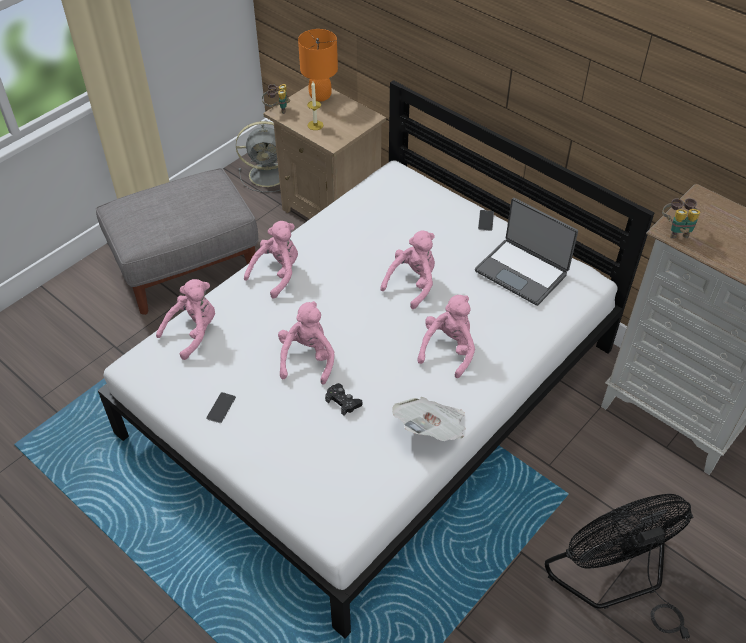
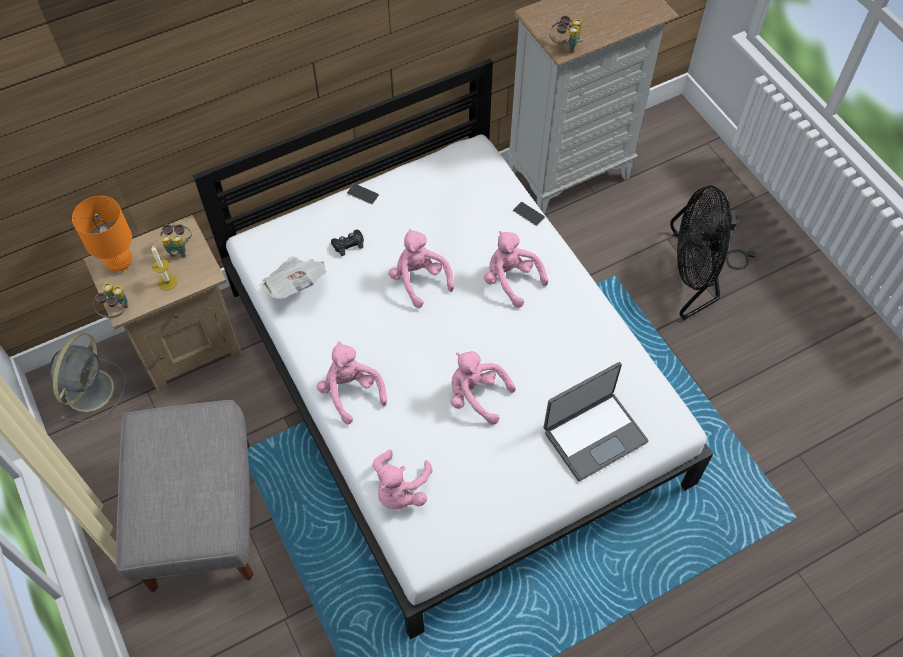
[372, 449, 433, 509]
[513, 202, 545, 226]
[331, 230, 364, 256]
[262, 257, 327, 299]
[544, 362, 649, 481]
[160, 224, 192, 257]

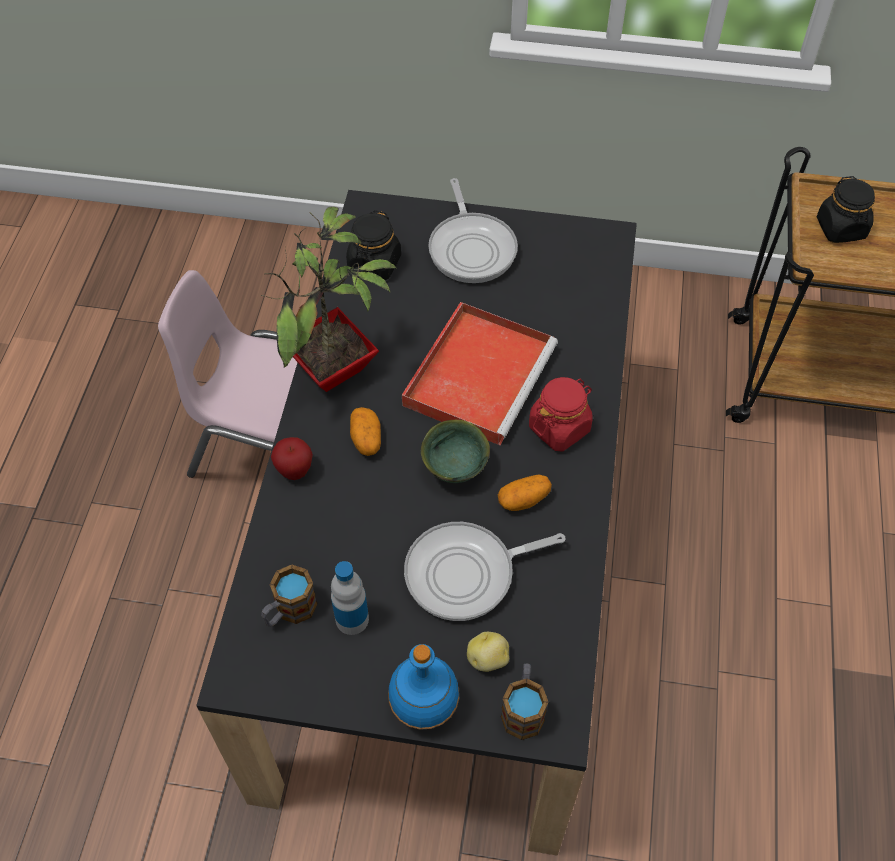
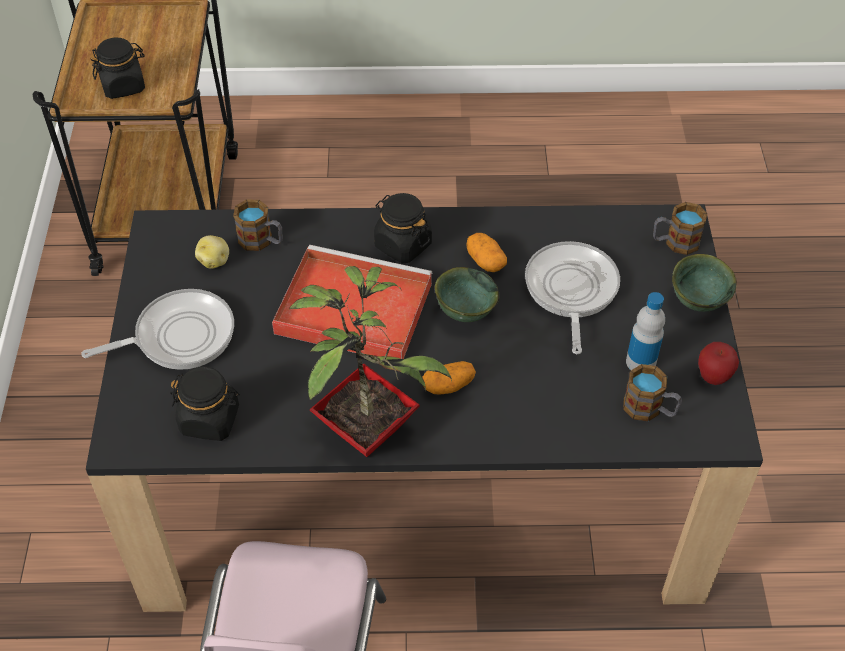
[698, 342, 739, 385]
[672, 254, 737, 312]
[525, 241, 620, 354]
[195, 235, 229, 269]
[374, 193, 432, 263]
[233, 199, 283, 251]

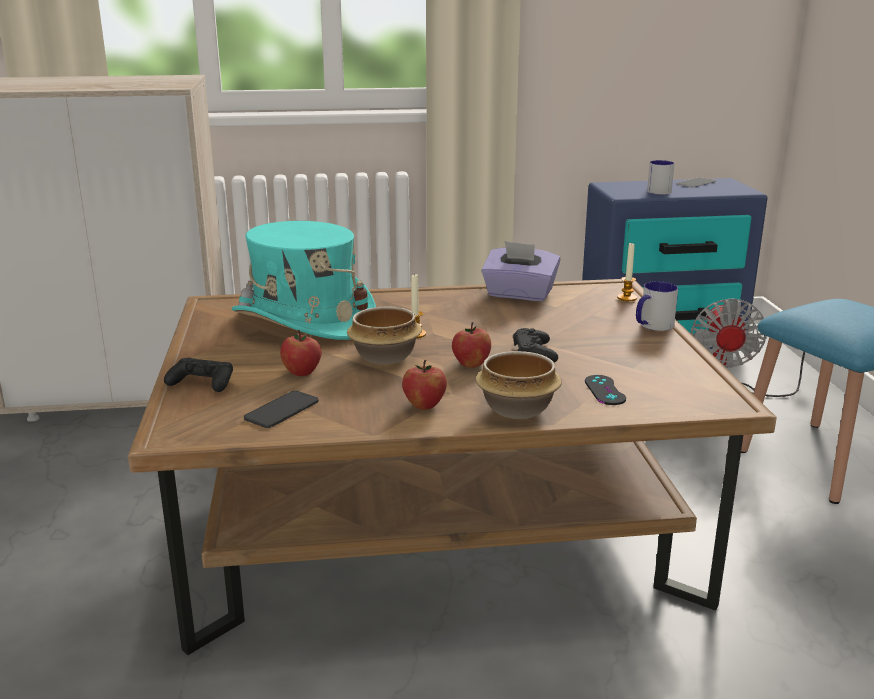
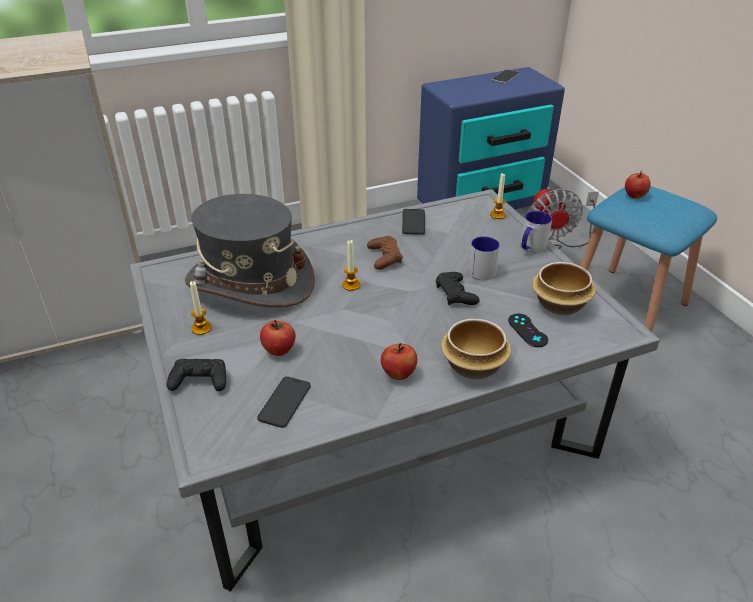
[130, 189, 660, 592]
[185, 194, 315, 307]
[532, 262, 596, 315]
[625, 170, 651, 199]
[402, 209, 425, 235]
[468, 236, 500, 280]
[190, 281, 212, 335]
[367, 236, 403, 270]

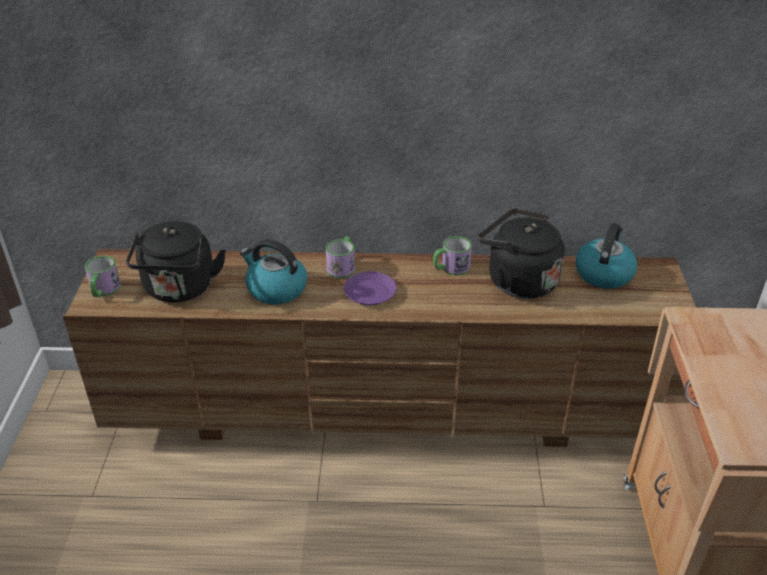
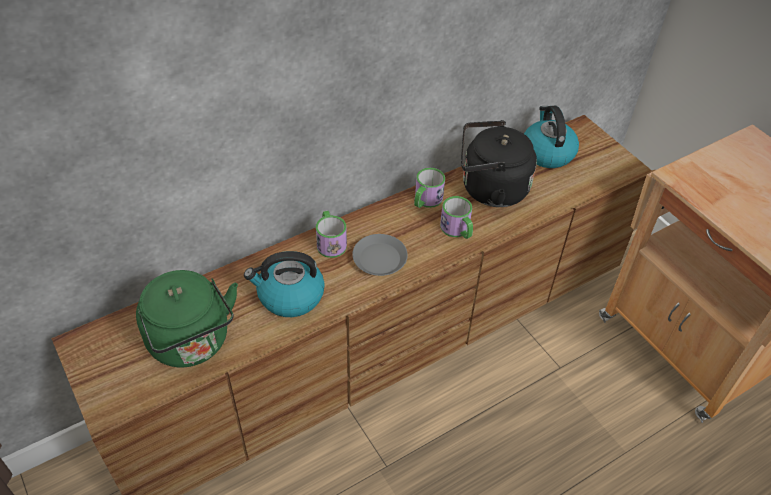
[440, 196, 473, 239]
[136, 270, 238, 368]
[352, 234, 408, 276]

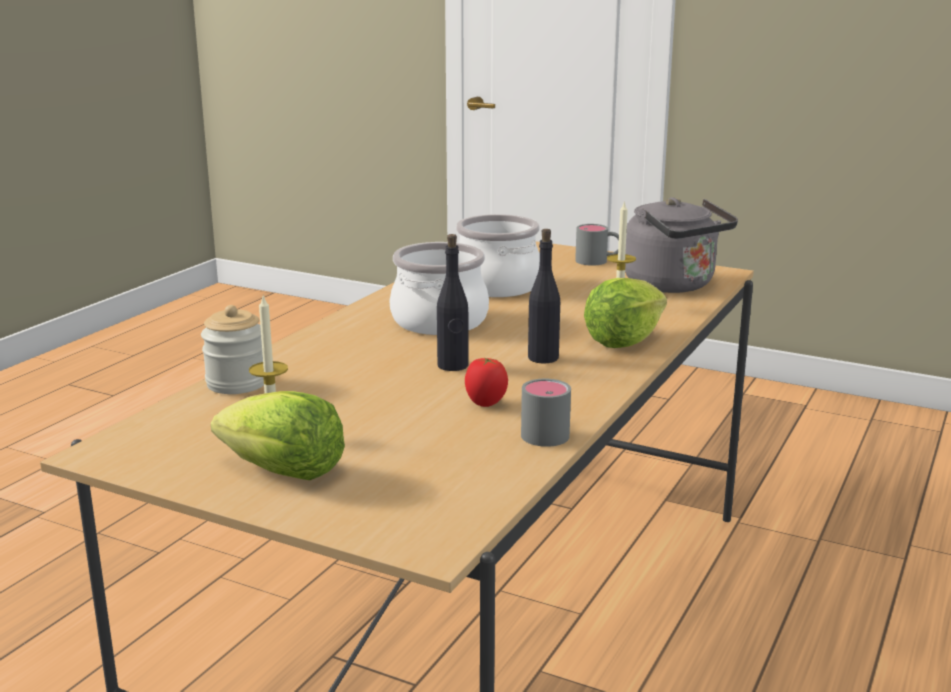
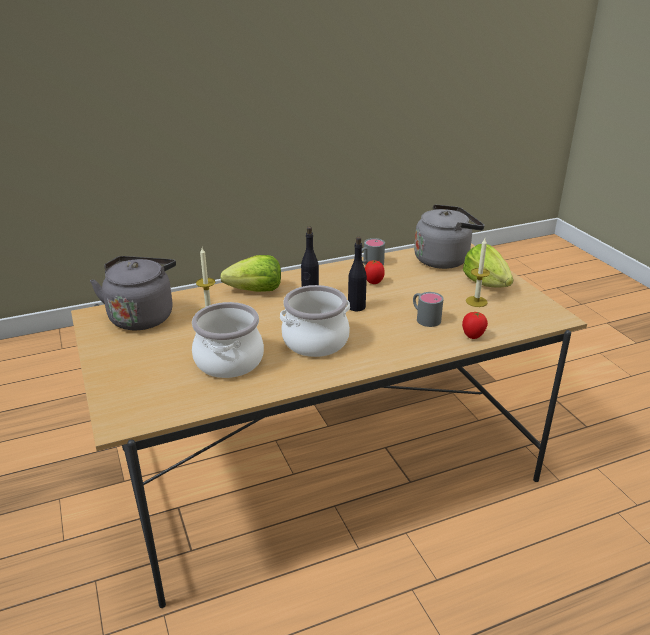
[462, 312, 488, 339]
[413, 292, 444, 327]
[414, 204, 485, 269]

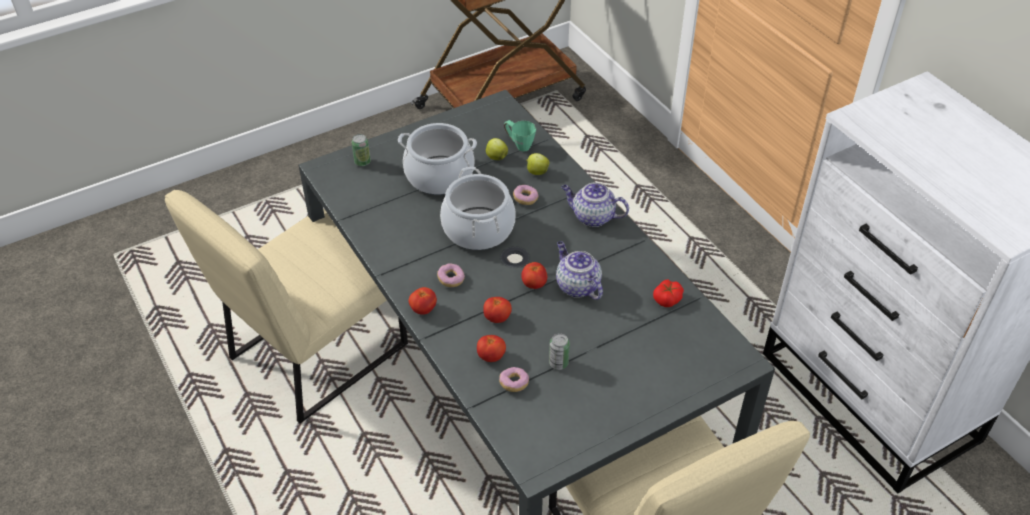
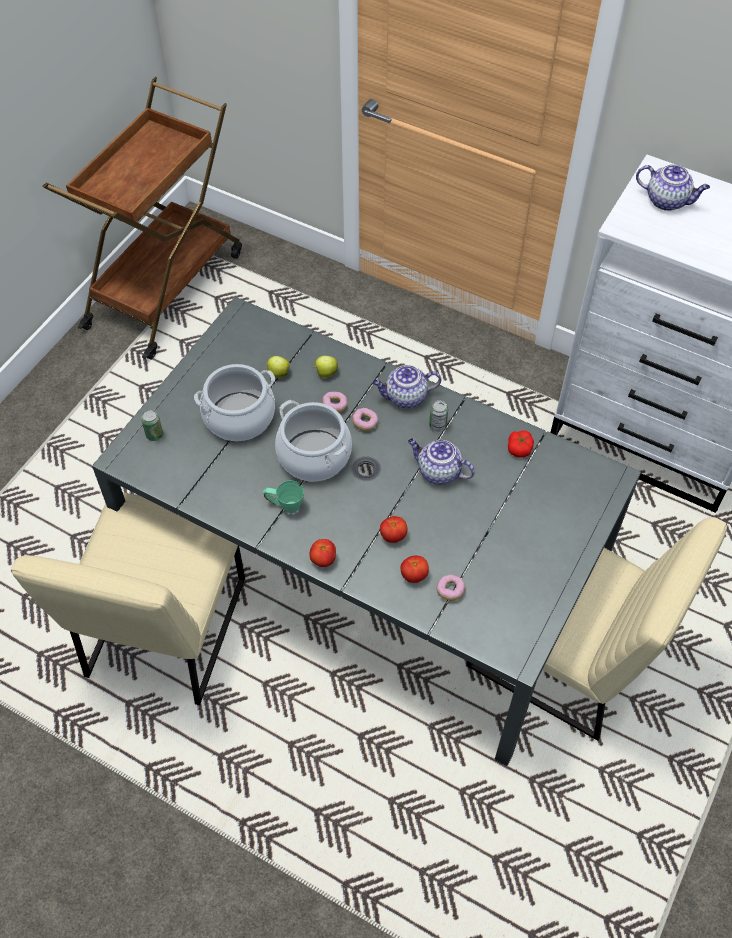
[352, 408, 378, 431]
[263, 481, 304, 513]
[521, 262, 547, 289] (first image)
[429, 400, 448, 432]
[636, 164, 710, 211]

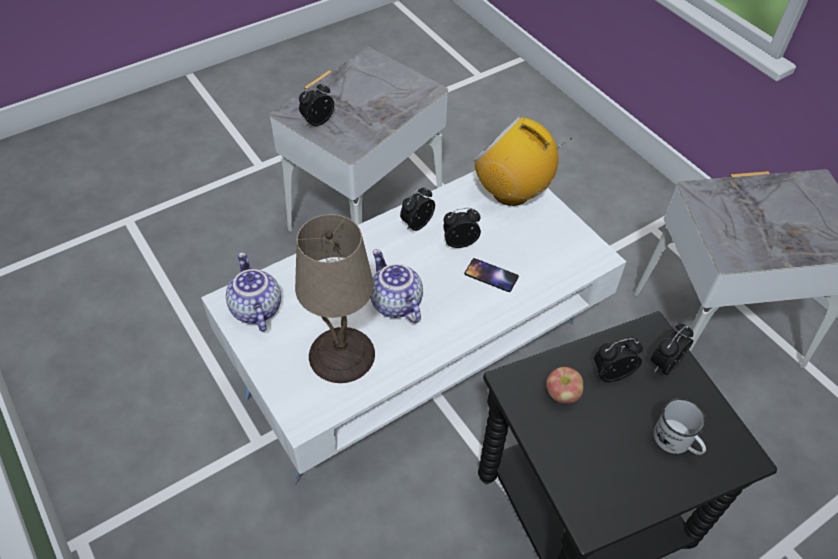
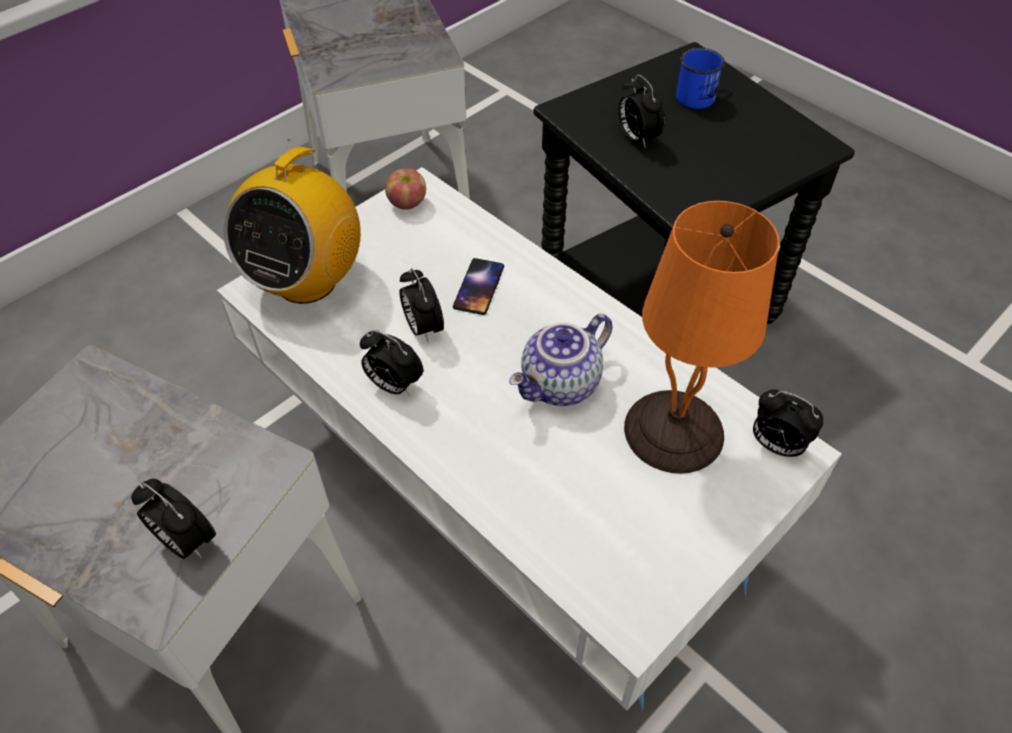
[226, 252, 281, 332] (first image)
[624, 201, 780, 474]
[385, 169, 426, 209]
[753, 390, 824, 458]
[676, 48, 725, 109]

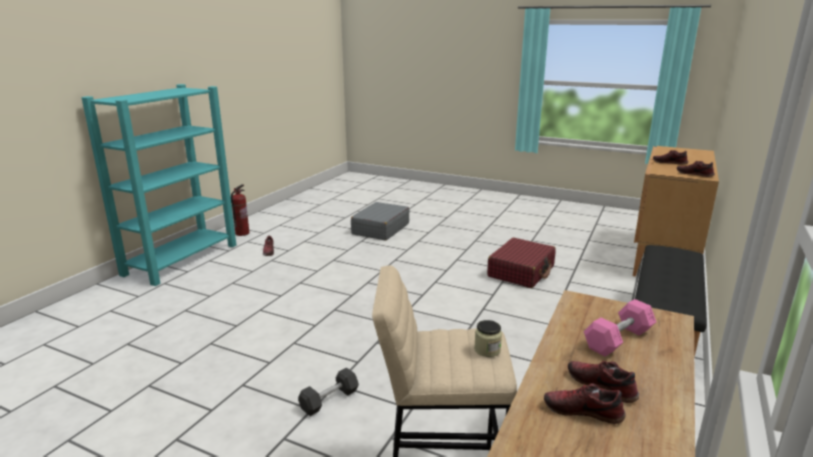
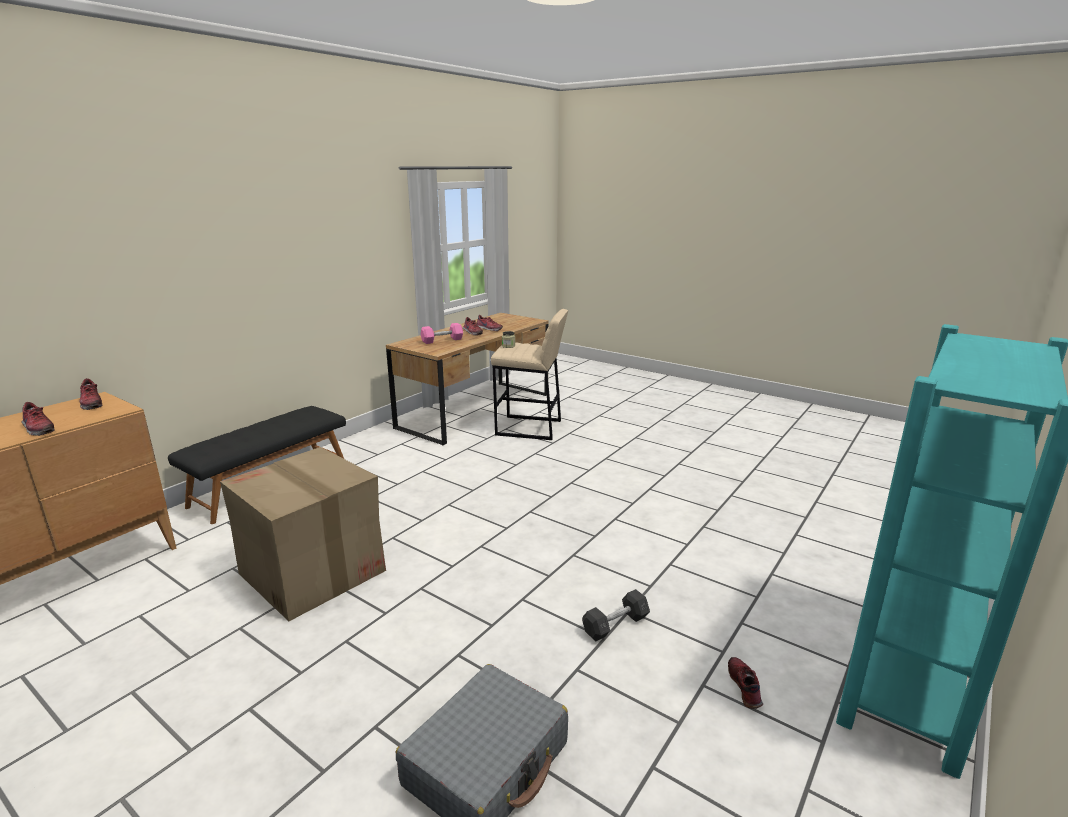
[231, 184, 249, 236] (first image)
[582, 589, 650, 641]
[220, 447, 386, 621]

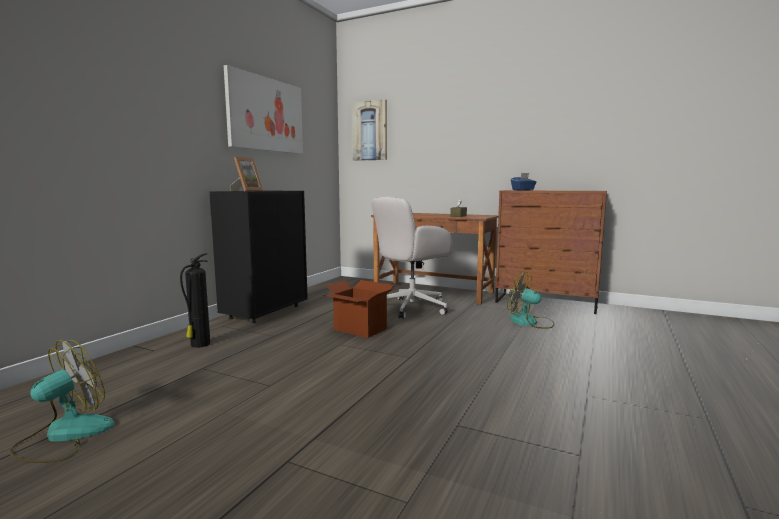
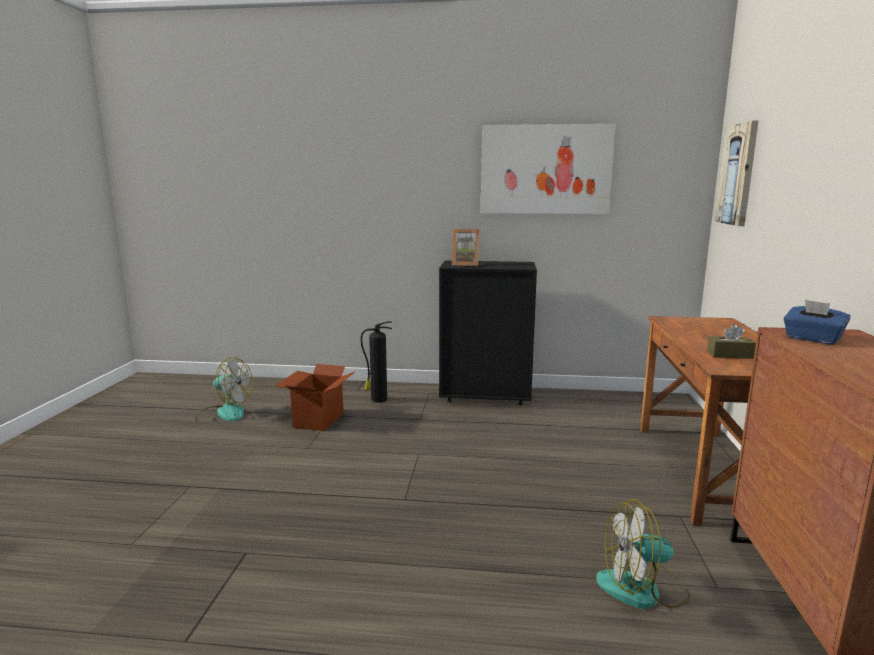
[275, 364, 355, 431]
[371, 196, 453, 319] (first image)
[596, 499, 691, 609]

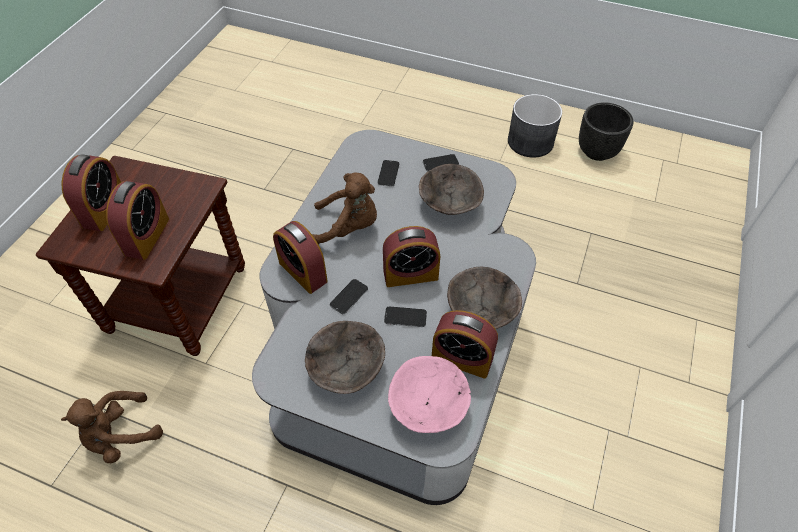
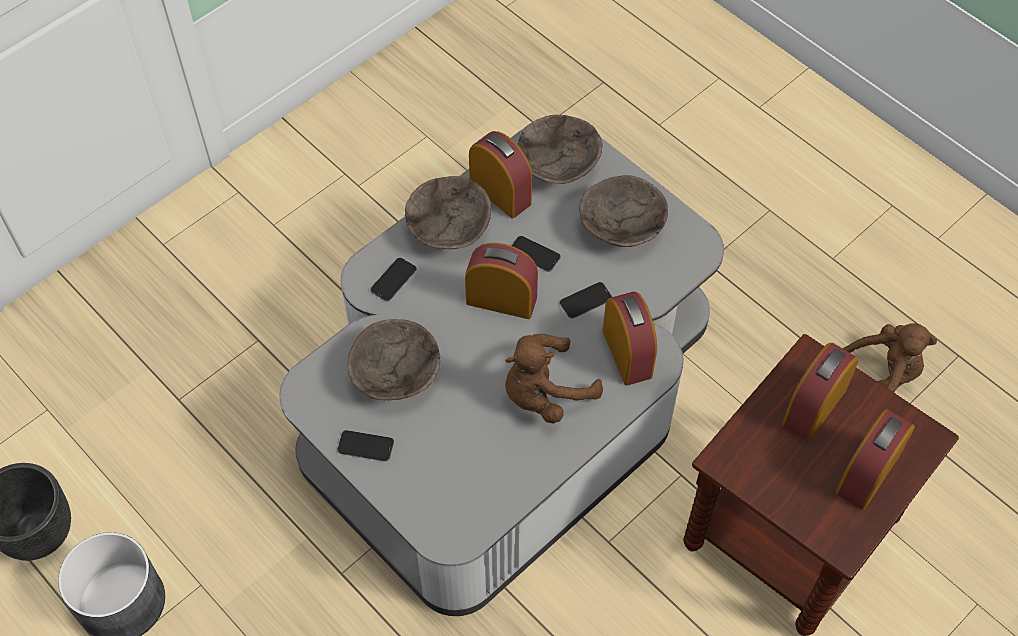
[505, 334, 603, 424]
[370, 258, 417, 302]
[518, 115, 603, 184]

